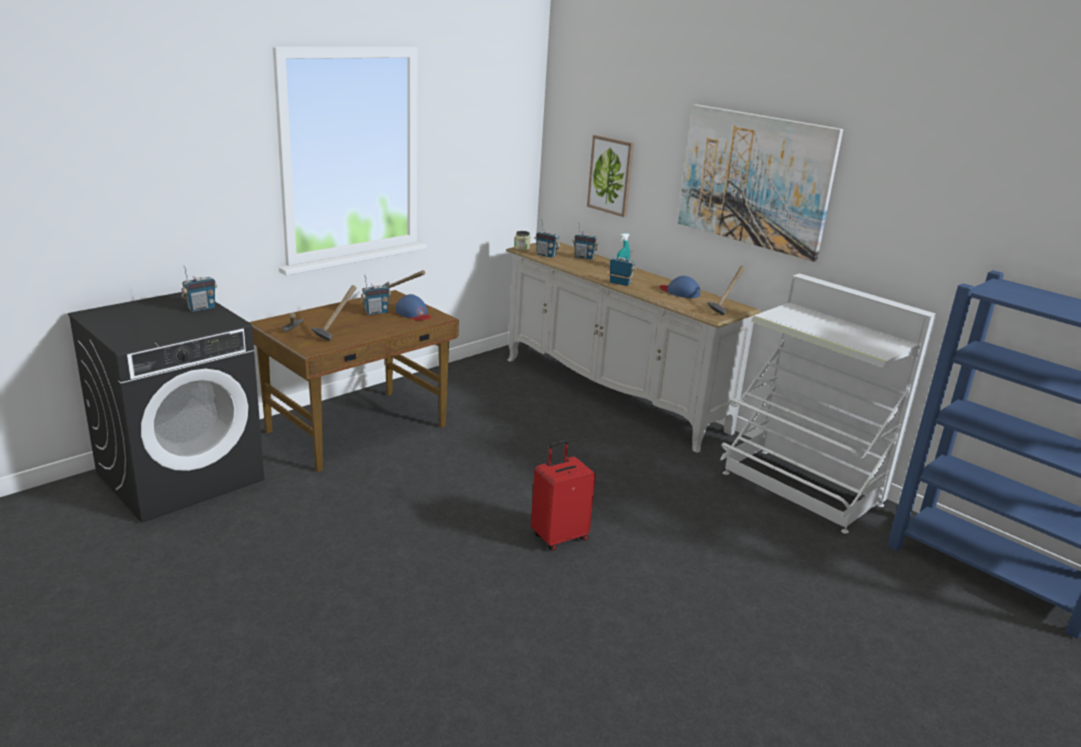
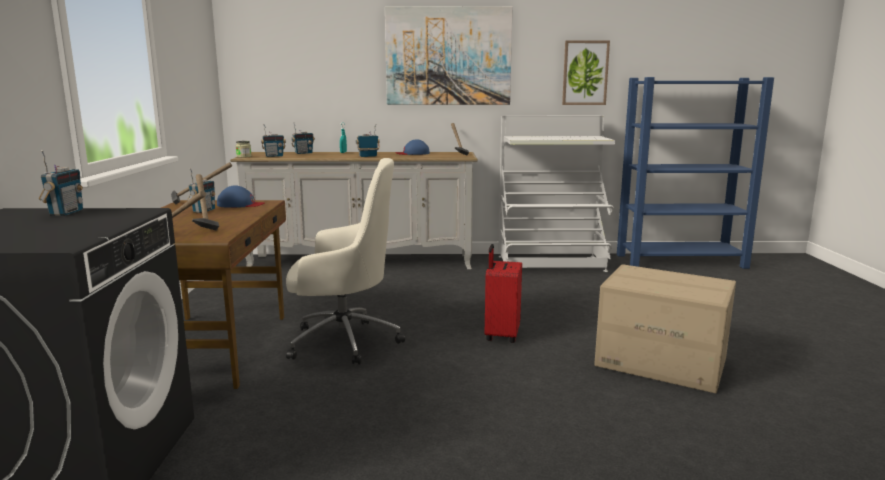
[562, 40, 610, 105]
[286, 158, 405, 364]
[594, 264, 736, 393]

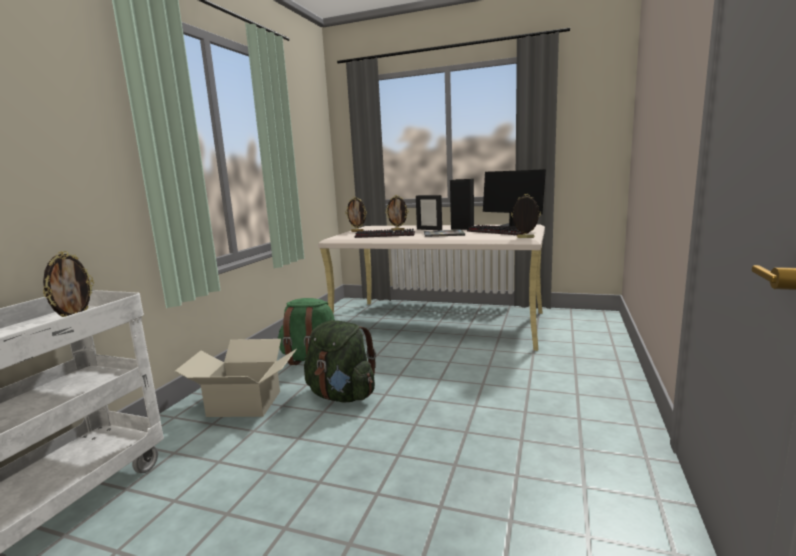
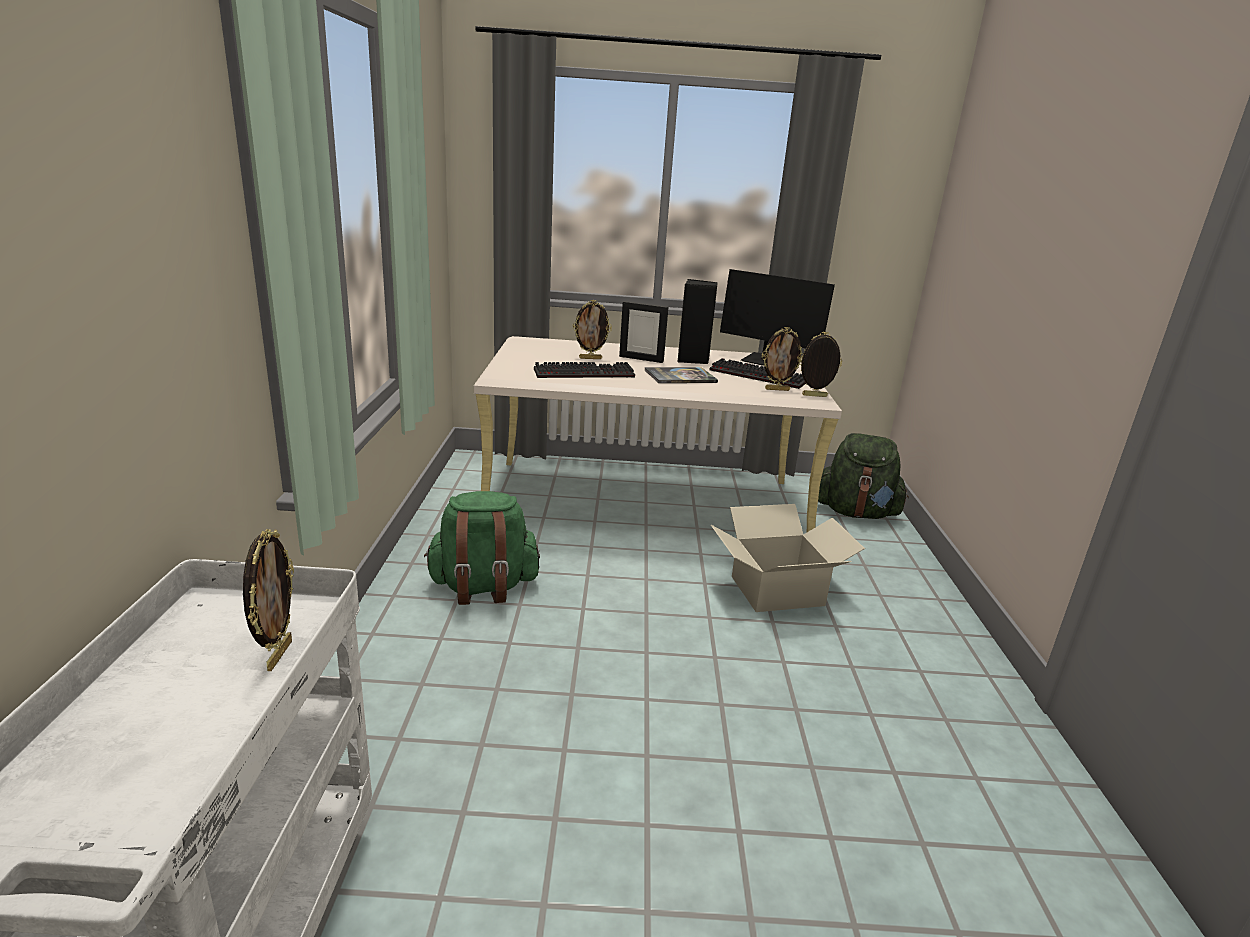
[711, 504, 865, 612]
[818, 433, 909, 519]
[762, 327, 803, 391]

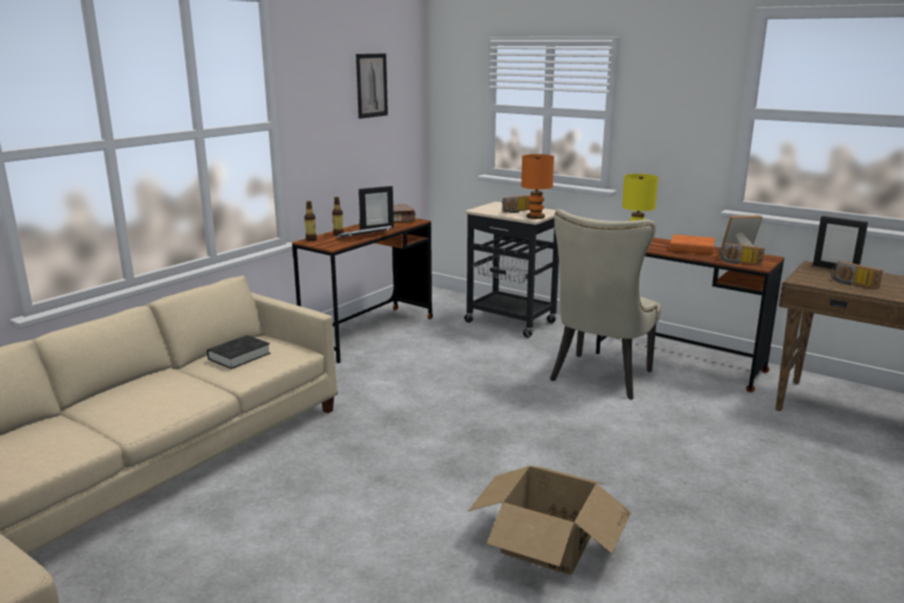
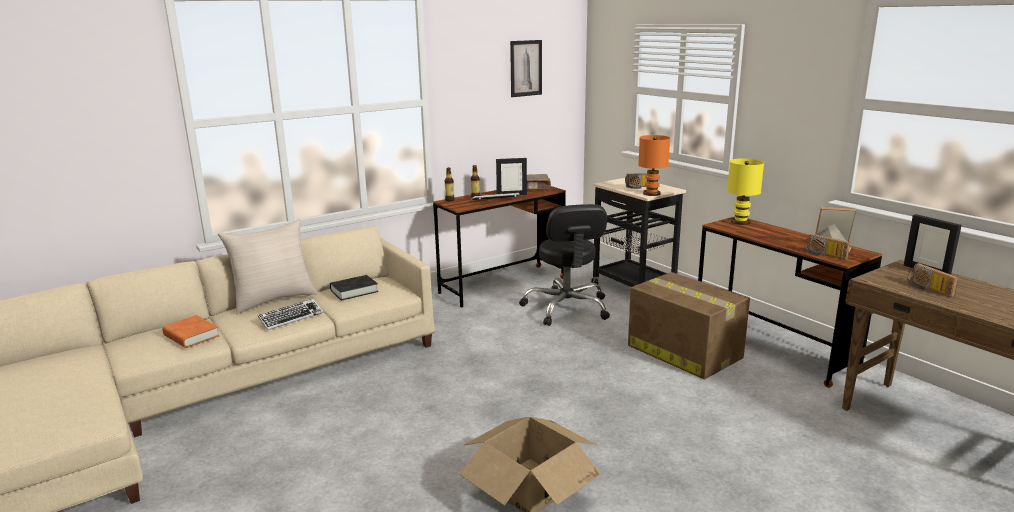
[628, 272, 750, 379]
[162, 315, 219, 348]
[218, 219, 318, 314]
[258, 299, 323, 330]
[519, 204, 610, 326]

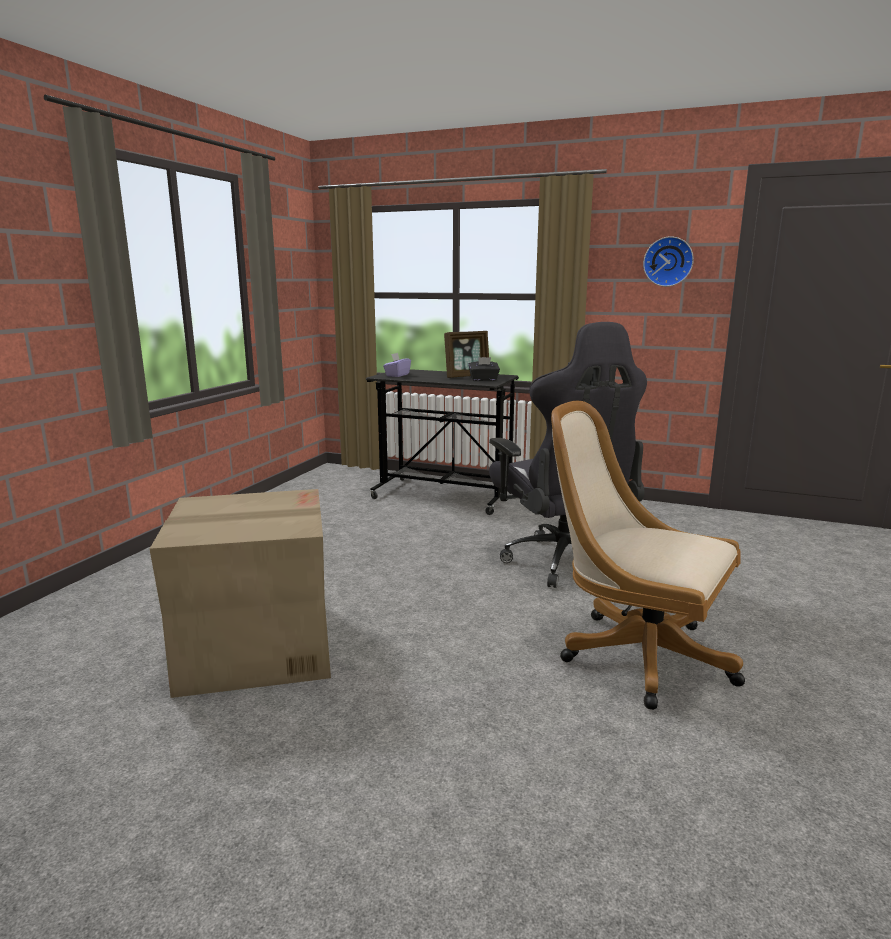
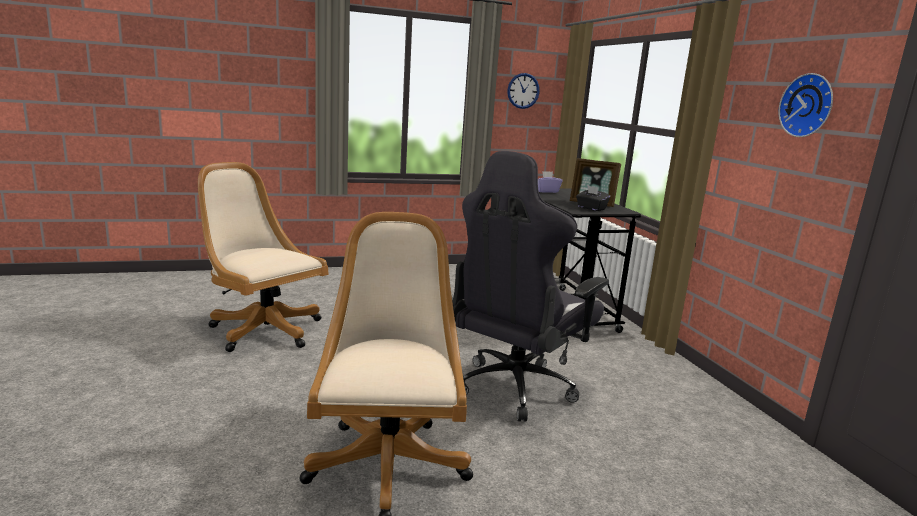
[198, 162, 329, 352]
[507, 73, 540, 109]

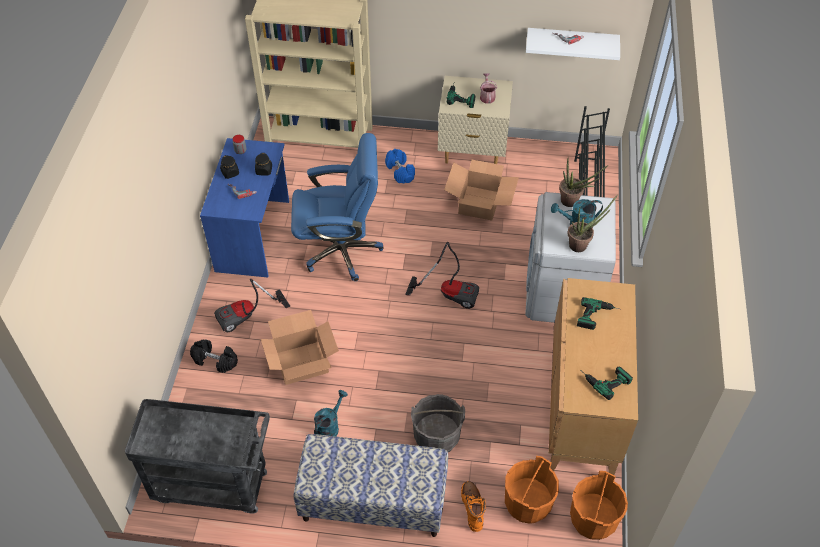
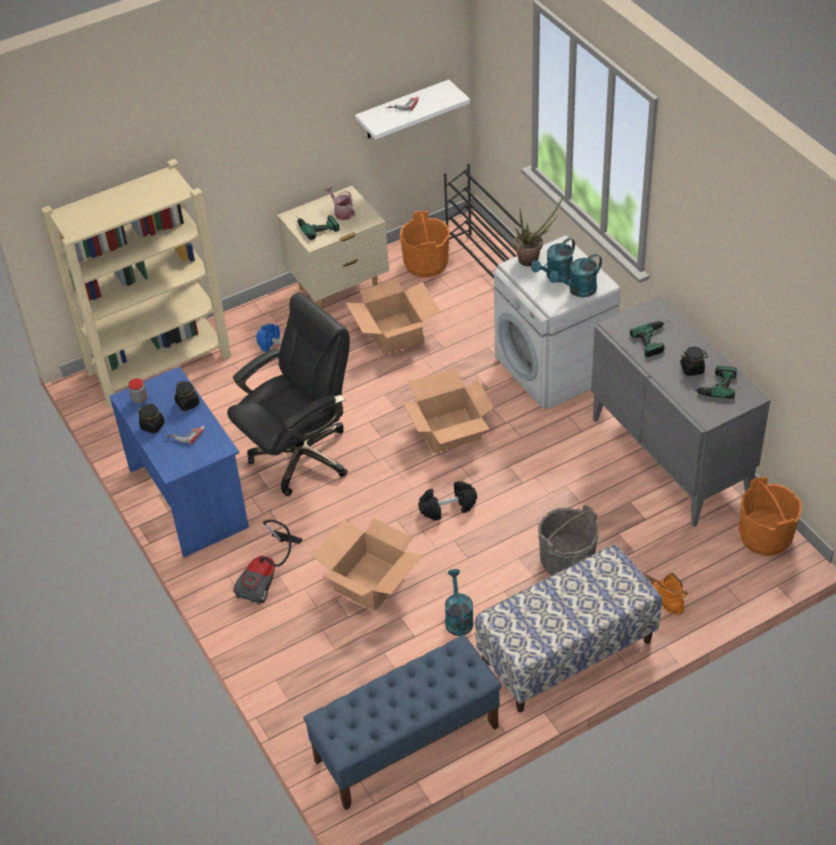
[303, 635, 502, 810]
[418, 481, 477, 521]
[227, 293, 350, 496]
[403, 367, 494, 453]
[400, 211, 450, 278]
[591, 296, 771, 527]
[549, 254, 602, 297]
[680, 347, 708, 376]

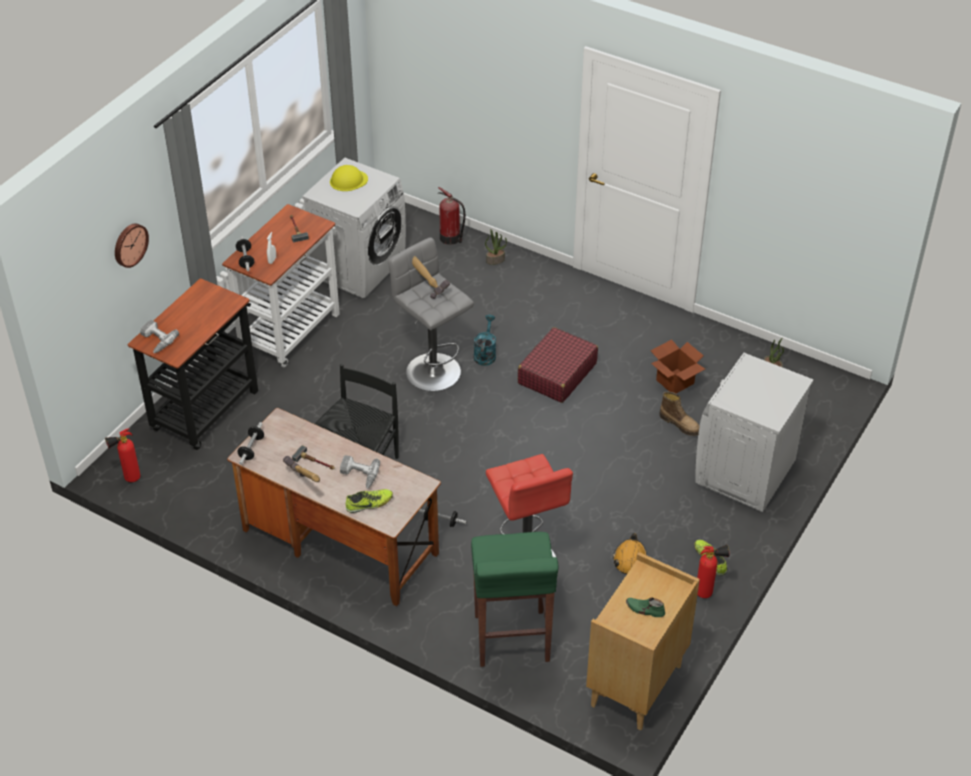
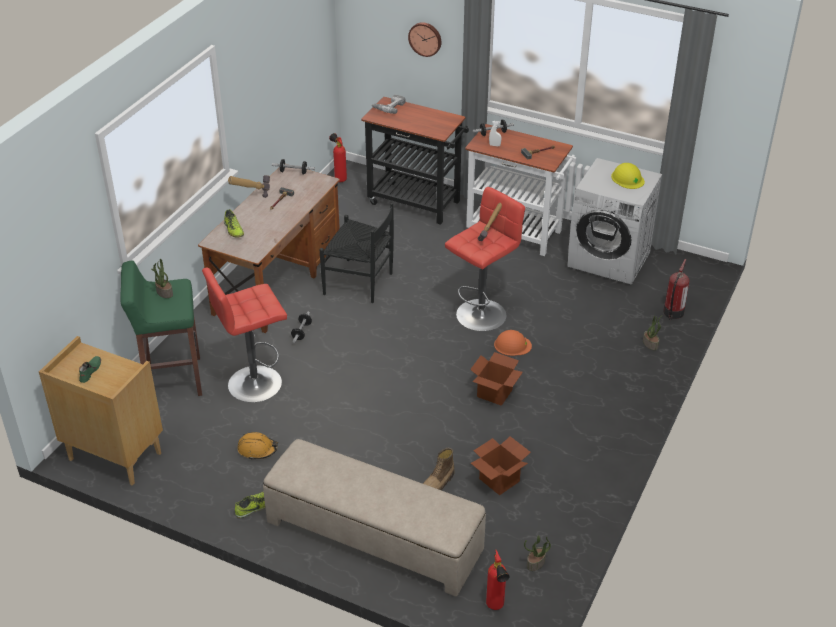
[340, 455, 380, 489] (first image)
[445, 187, 525, 331]
[494, 330, 532, 356]
[470, 352, 523, 406]
[263, 439, 486, 597]
[486, 550, 510, 610]
[151, 259, 173, 298]

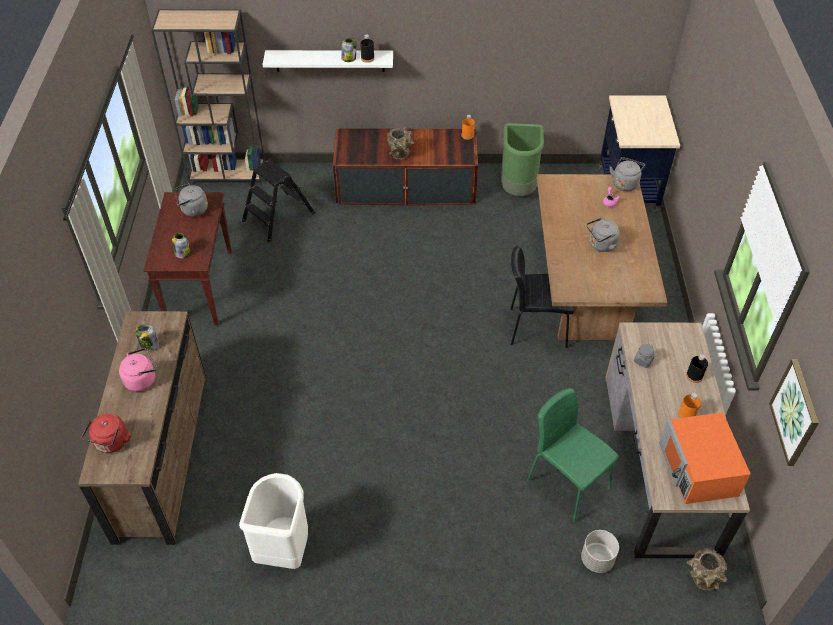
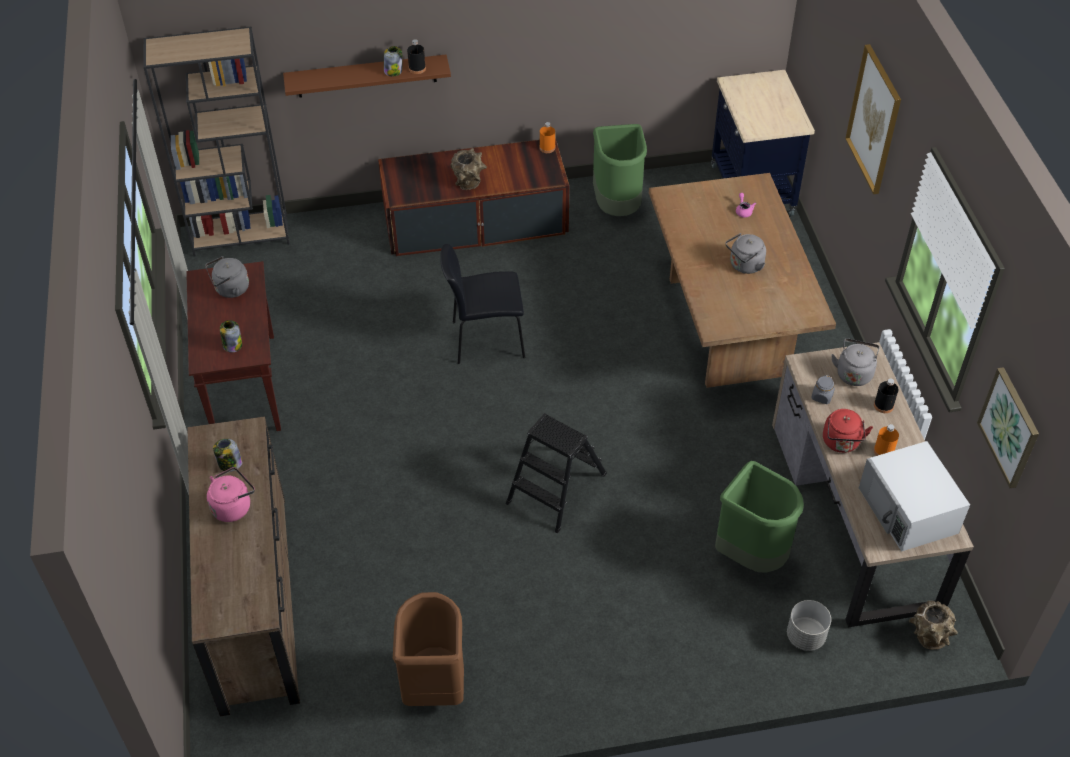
[823, 409, 873, 453]
[393, 592, 464, 706]
[506, 413, 607, 533]
[283, 55, 451, 98]
[440, 244, 525, 364]
[715, 461, 804, 573]
[831, 338, 880, 386]
[859, 441, 970, 552]
[845, 44, 901, 194]

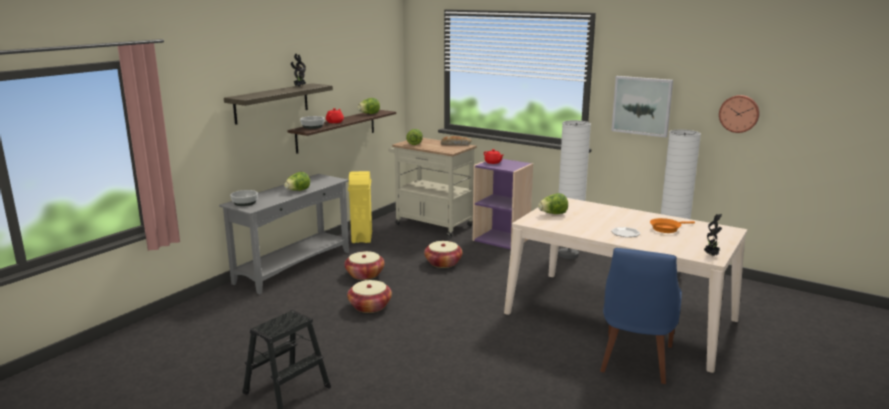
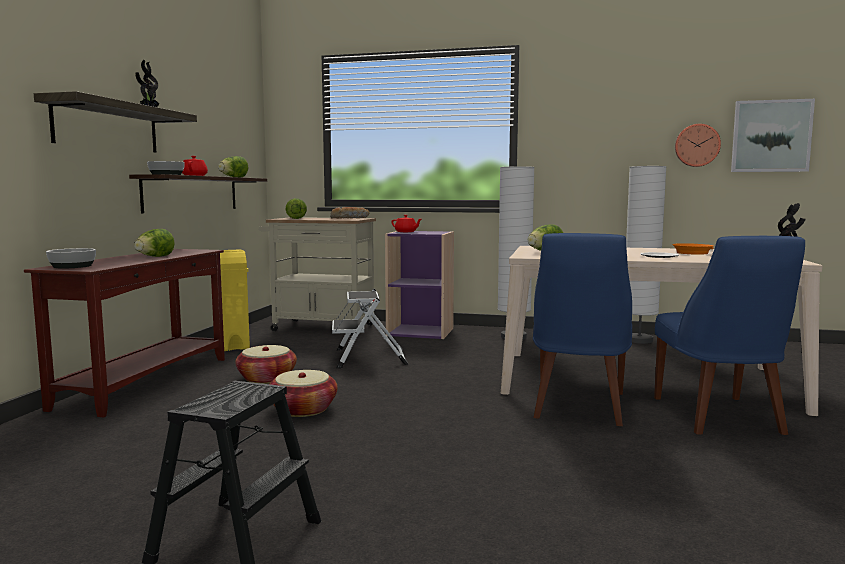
[24, 249, 225, 418]
[332, 289, 408, 368]
[731, 99, 815, 172]
[533, 233, 632, 426]

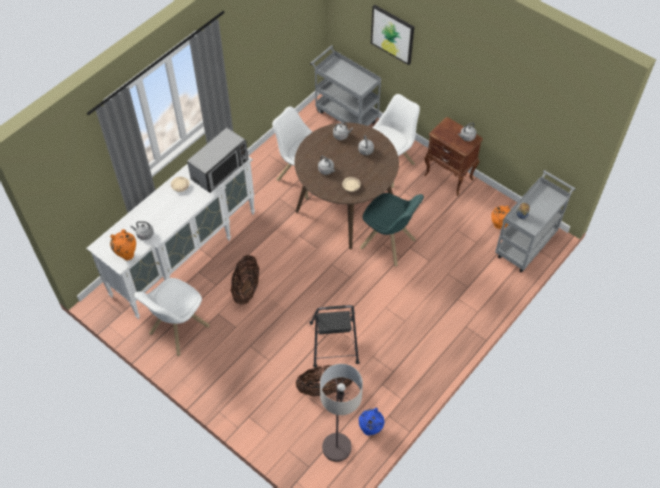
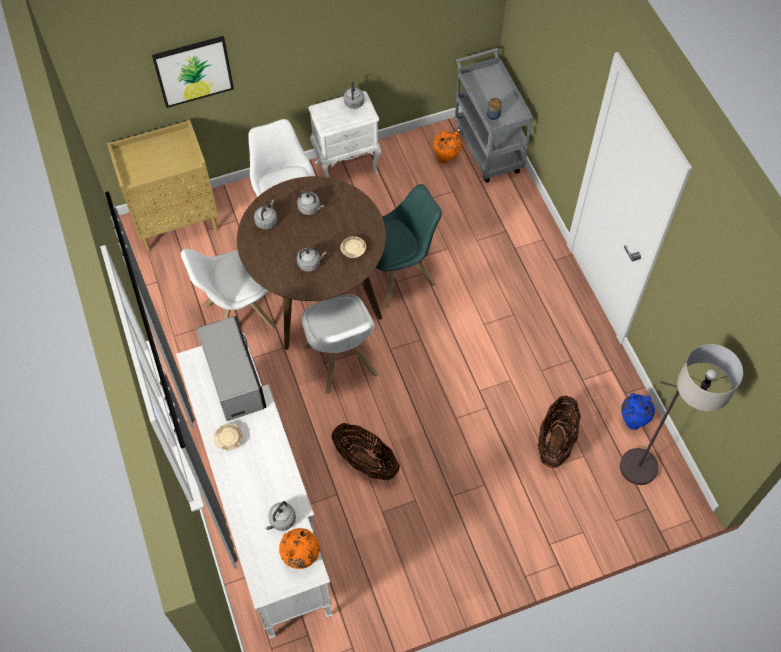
[301, 294, 378, 394]
[309, 305, 360, 368] (first image)
[107, 120, 219, 252]
[308, 91, 381, 177]

